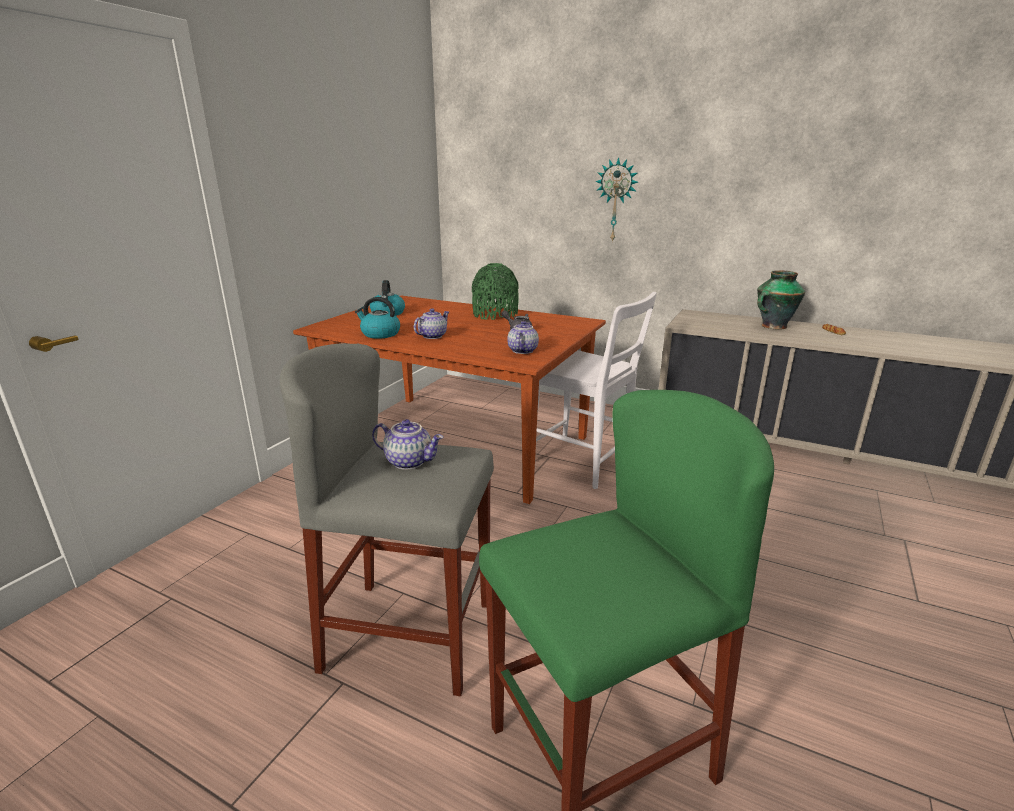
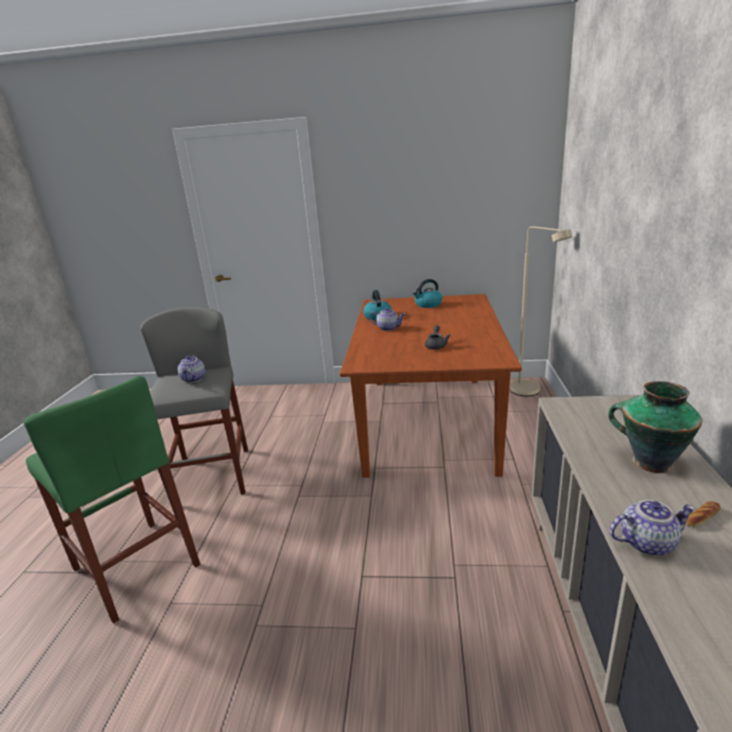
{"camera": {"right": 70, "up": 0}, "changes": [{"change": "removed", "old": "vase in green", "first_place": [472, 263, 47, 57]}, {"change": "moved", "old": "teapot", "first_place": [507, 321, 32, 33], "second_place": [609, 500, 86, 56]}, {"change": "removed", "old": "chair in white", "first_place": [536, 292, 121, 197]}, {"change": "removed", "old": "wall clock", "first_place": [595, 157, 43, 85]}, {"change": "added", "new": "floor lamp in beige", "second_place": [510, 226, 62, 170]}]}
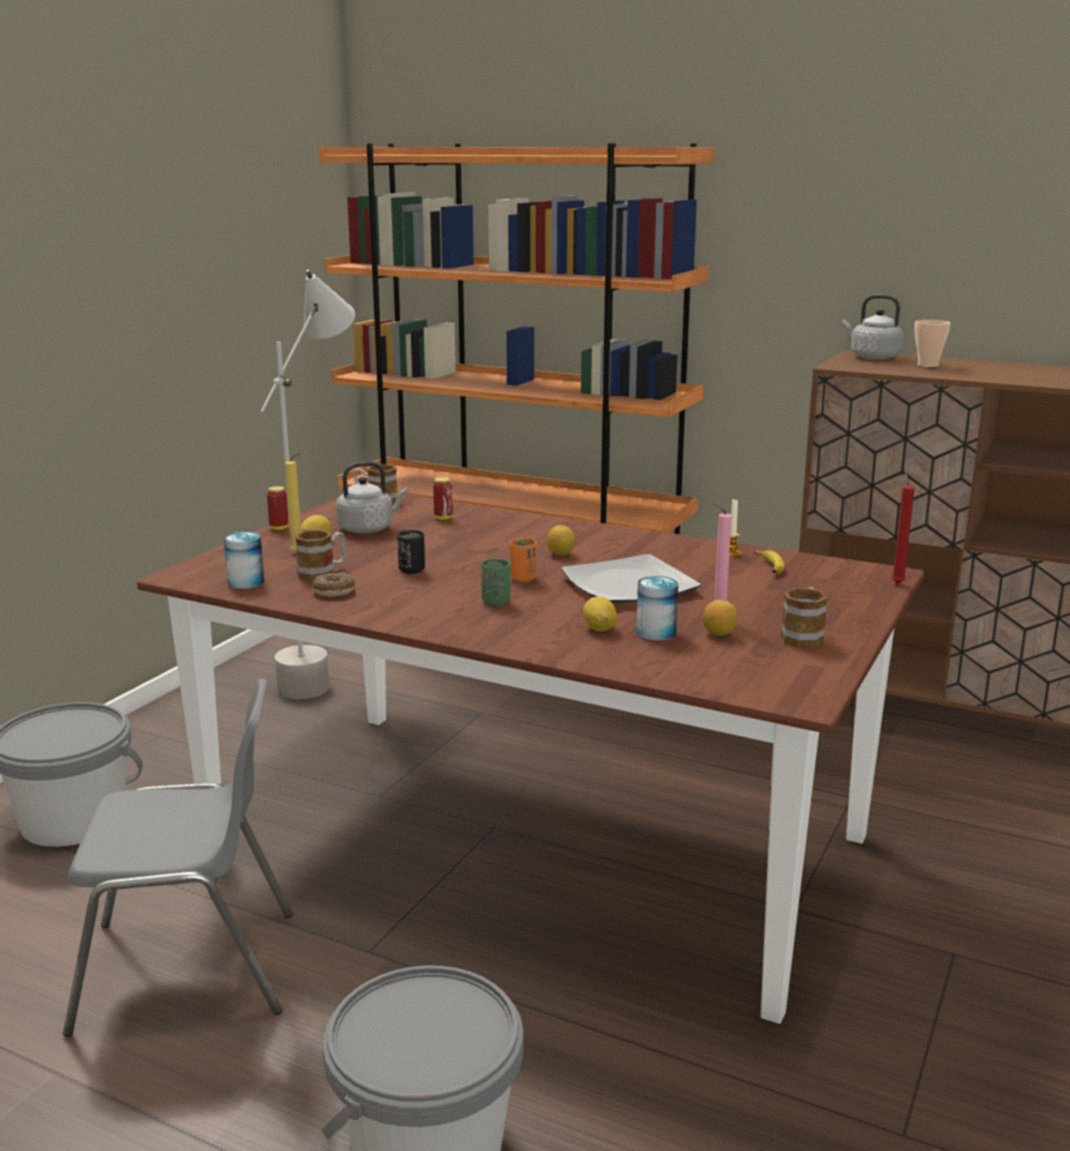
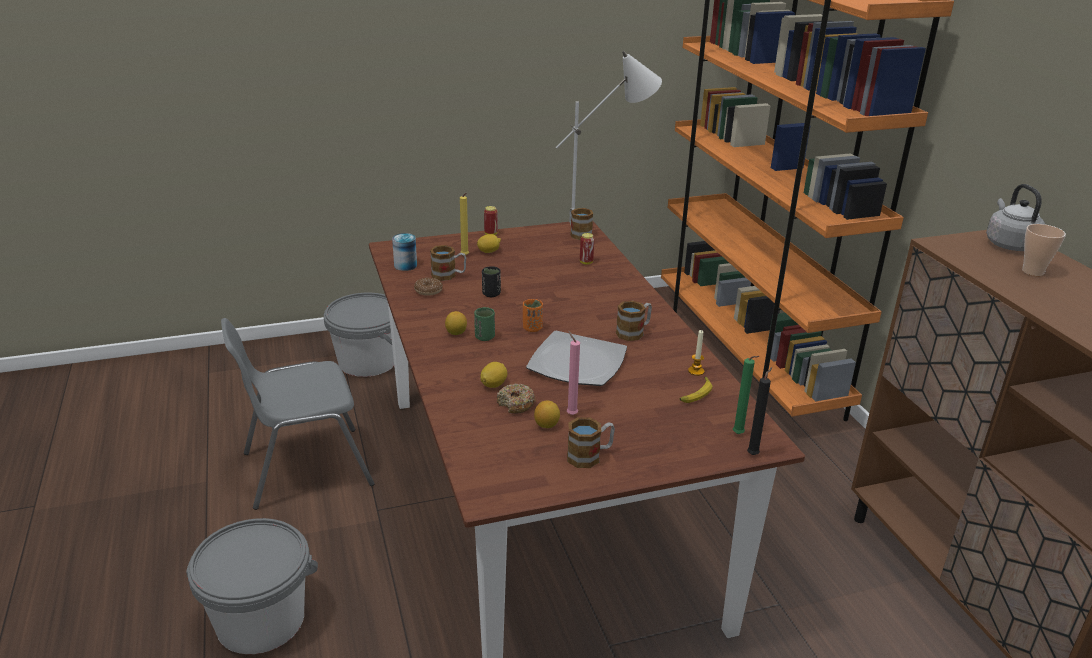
{"camera": {"right": 45, "up": 10}, "changes": [{"change": "turned", "old": "chair in grey", "first_place": [63, 679, 230, 358], "second_place": [221, 318, 154, 192], "degrees": 120}, {"change": "removed", "old": "kettle in grey", "first_place": [336, 462, 72, 71]}, {"change": "moved", "old": "lemon", "first_place": [547, 525, 28, 31], "second_place": [445, 311, 22, 24]}, {"change": "replaced", "old": "can", "new": "donut", "first_place": [636, 576, 42, 65], "second_place": [497, 383, 39, 31]}, {"change": "recoloured", "old": "candle in red", "new": "candle in black", "first_place": [892, 473, 22, 111], "second_place": [747, 367, 25, 88]}, {"change": "added", "new": "mug", "second_place": [616, 301, 36, 40]}, {"change": "added", "new": "candle in green", "second_place": [733, 356, 27, 78]}]}
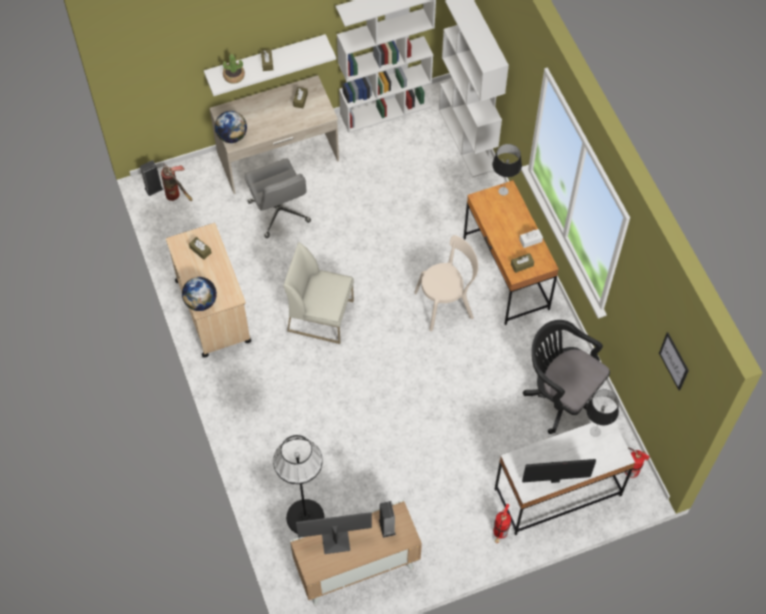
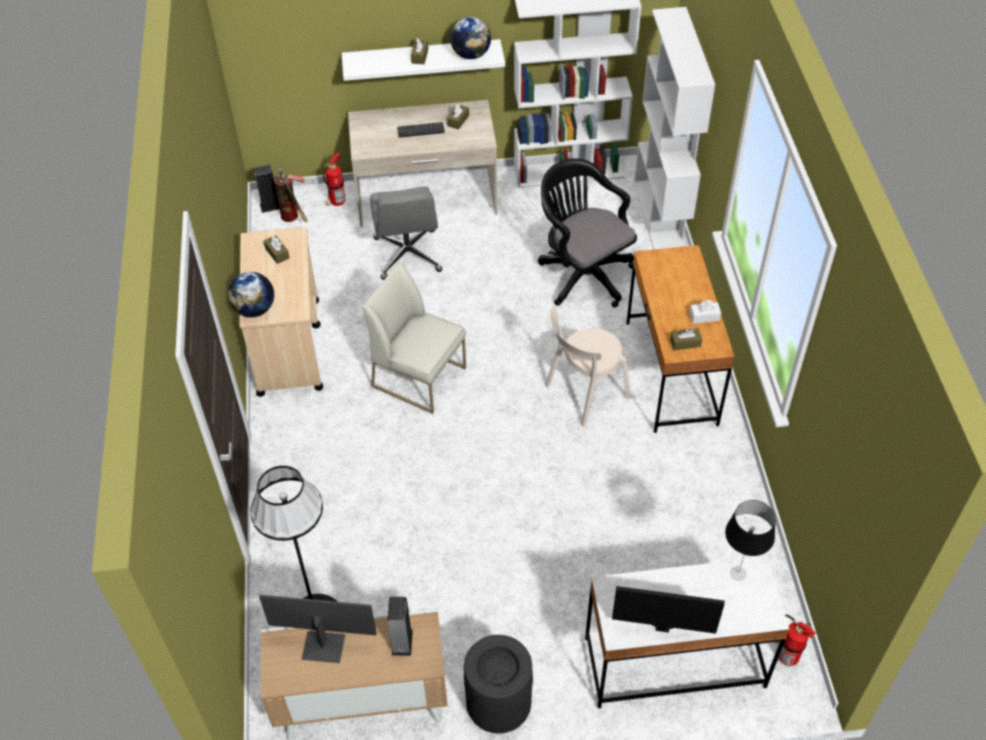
{"camera": {"right": 15, "up": -10}, "changes": [{"change": "moved", "old": "globe", "first_place": [215, 111, 32, 32], "second_place": [450, 17, 41, 42]}, {"change": "removed", "old": "potted plant", "first_place": [223, 54, 22, 30]}, {"change": "turned", "old": "chair in beige", "first_place": [414, 235, 64, 96], "second_place": [545, 306, 86, 121], "degrees": 150}, {"change": "removed", "old": "table lamp", "first_place": [492, 144, 30, 52]}, {"change": "moved", "old": "fire extinguisher", "first_place": [493, 504, 18, 39], "second_place": [323, 153, 23, 53]}, {"change": "moved", "old": "office chair in black", "first_place": [523, 320, 87, 114], "second_place": [538, 158, 99, 150]}, {"change": "removed", "old": "picture", "first_place": [659, 332, 30, 59]}, {"change": "added", "new": "keyboard", "second_place": [397, 122, 48, 16]}, {"change": "added", "new": "trash can in black", "second_place": [464, 635, 69, 99]}]}
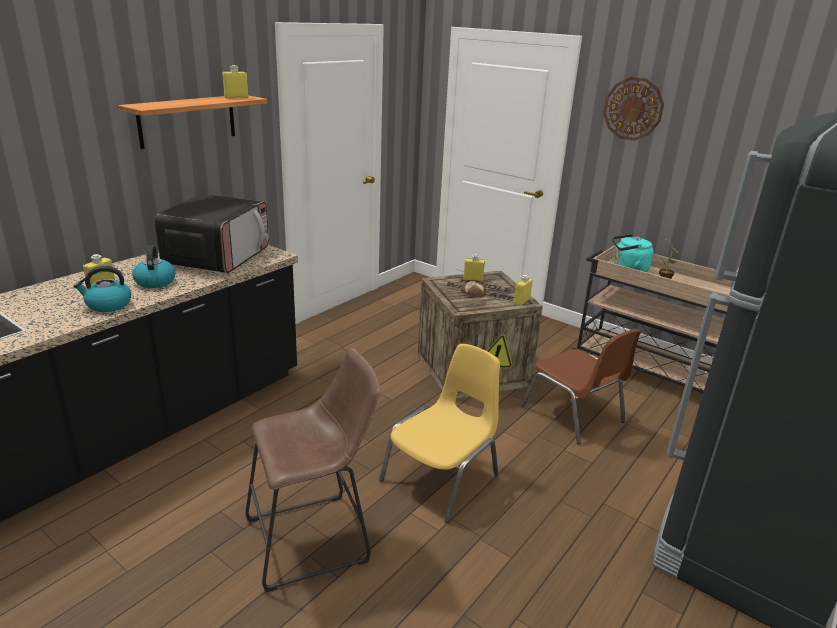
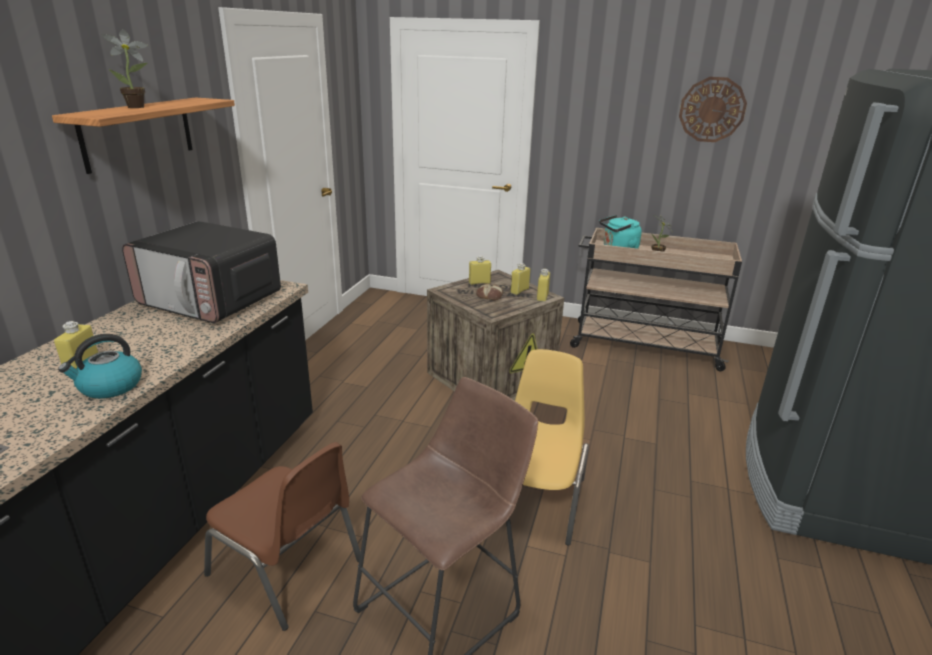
{"camera": {"right": -20, "up": 0}, "changes": [{"change": "removed", "old": "kettle", "first_place": [132, 245, 44, 43]}, {"change": "turned", "old": "microwave", "first_place": [155, 194, 114, 79], "second_place": [122, 221, 159, 102], "degrees": 120}, {"change": "moved", "old": "bottle in yellow", "first_place": [222, 65, 27, 33], "second_place": [511, 263, 19, 32]}, {"change": "moved", "old": "chair in brown", "first_place": [521, 329, 120, 115], "second_place": [204, 442, 157, 189]}, {"change": "moved", "old": "wall clock", "first_place": [603, 77, 61, 64], "second_place": [679, 77, 68, 65]}, {"change": "added", "new": "potted plant", "second_place": [101, 29, 47, 79]}]}
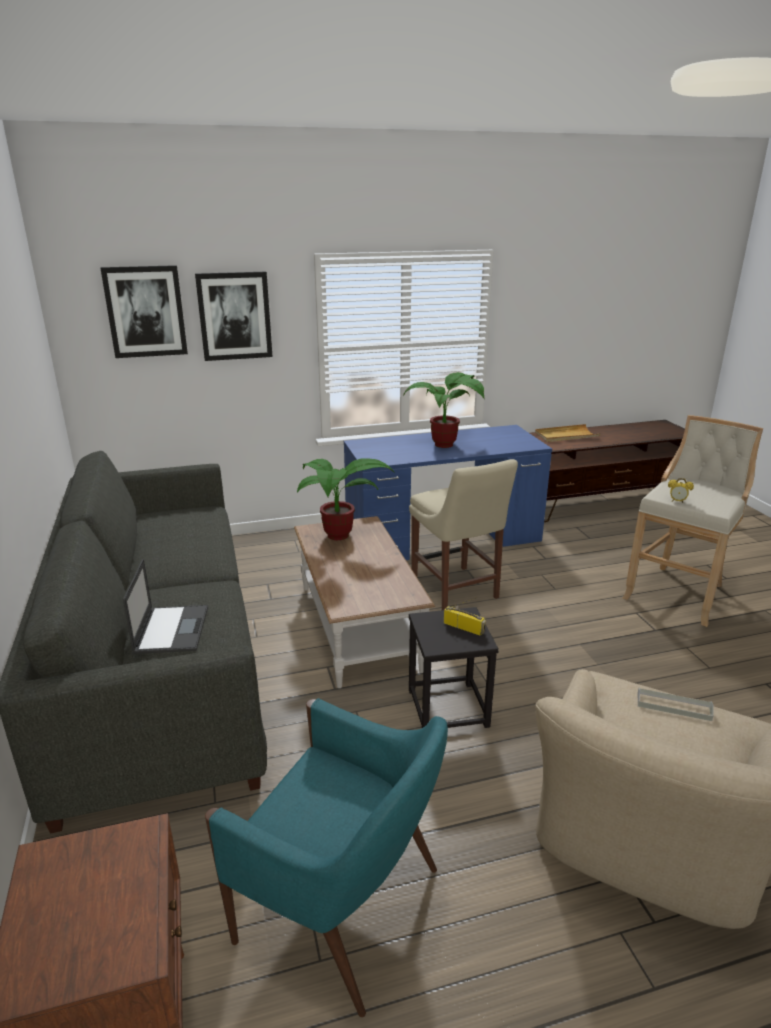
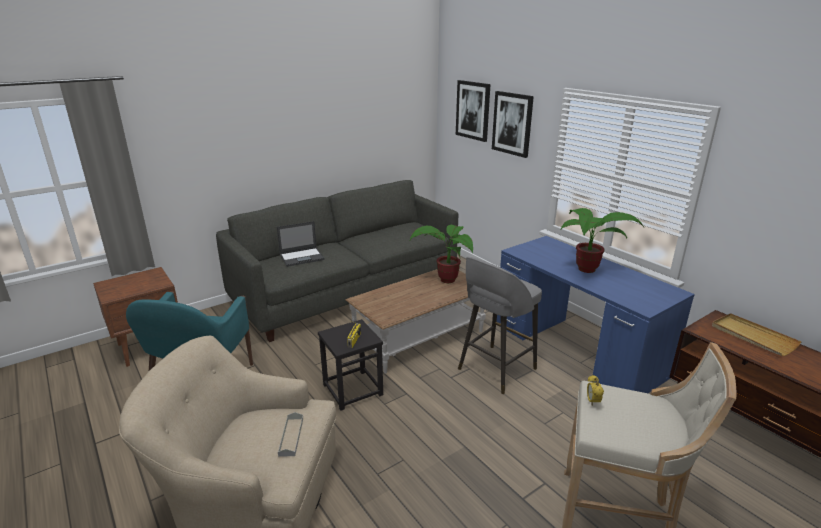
{"camera": {"right": 70, "up": 0}, "changes": [{"change": "replaced", "old": "chair in beige", "new": "stool in grey", "first_place": [409, 459, 109, 151], "second_place": [458, 257, 84, 137]}]}
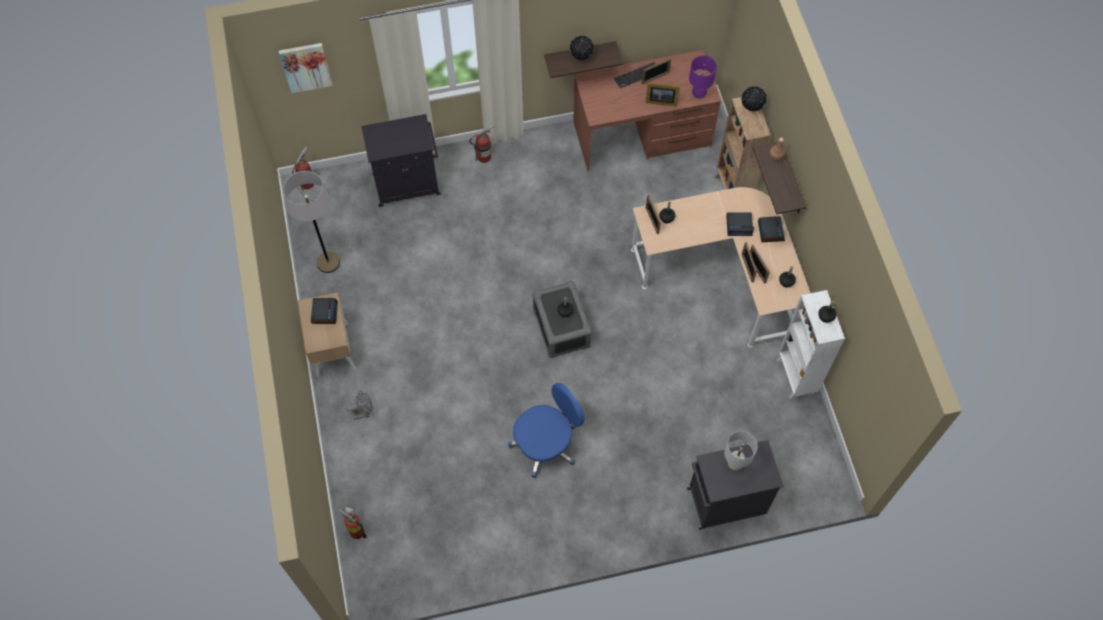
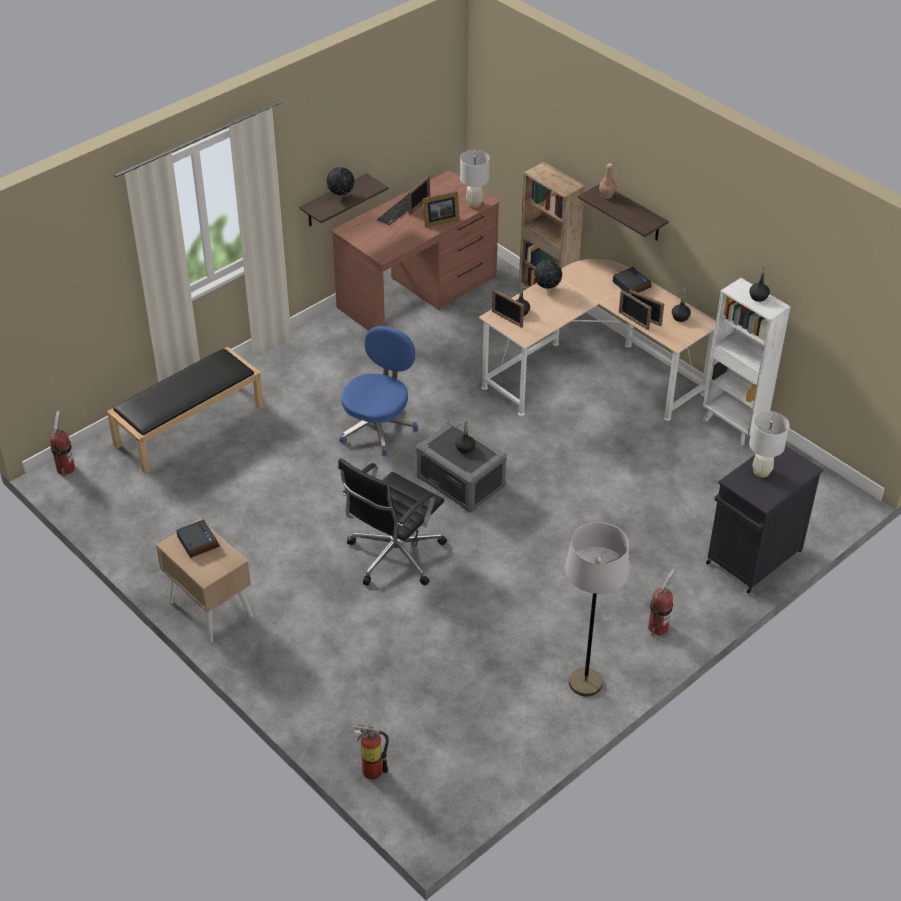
{"camera": {"right": -30, "up": -20}, "changes": [{"change": "removed", "old": "picture", "first_place": [279, 43, 54, 50]}, {"change": "moved", "old": "floor lamp in grey", "first_place": [283, 171, 57, 102], "second_place": [565, 522, 65, 174]}, {"change": "removed", "old": "fan in grey", "first_place": [346, 390, 26, 30]}, {"change": "replaced", "old": "cabinet in black", "new": "bench in black", "first_place": [362, 114, 79, 93], "second_place": [107, 347, 157, 127]}, {"change": "moved", "old": "fire extinguisher", "first_place": [470, 124, 25, 39], "second_place": [648, 568, 28, 68]}, {"change": "moved", "old": "office chair in blue", "first_place": [508, 383, 77, 95], "second_place": [340, 326, 78, 130]}, {"change": "recoloured", "old": "table lamp in purple", "new": "table lamp in white", "first_place": [689, 56, 28, 44], "second_place": [460, 150, 30, 58]}, {"change": "removed", "old": "alarm clock", "first_place": [726, 212, 28, 24]}, {"change": "moved", "old": "globe", "first_place": [742, 86, 25, 25], "second_place": [534, 260, 28, 30]}, {"change": "added", "new": "office chair in black", "second_place": [338, 458, 109, 127]}]}
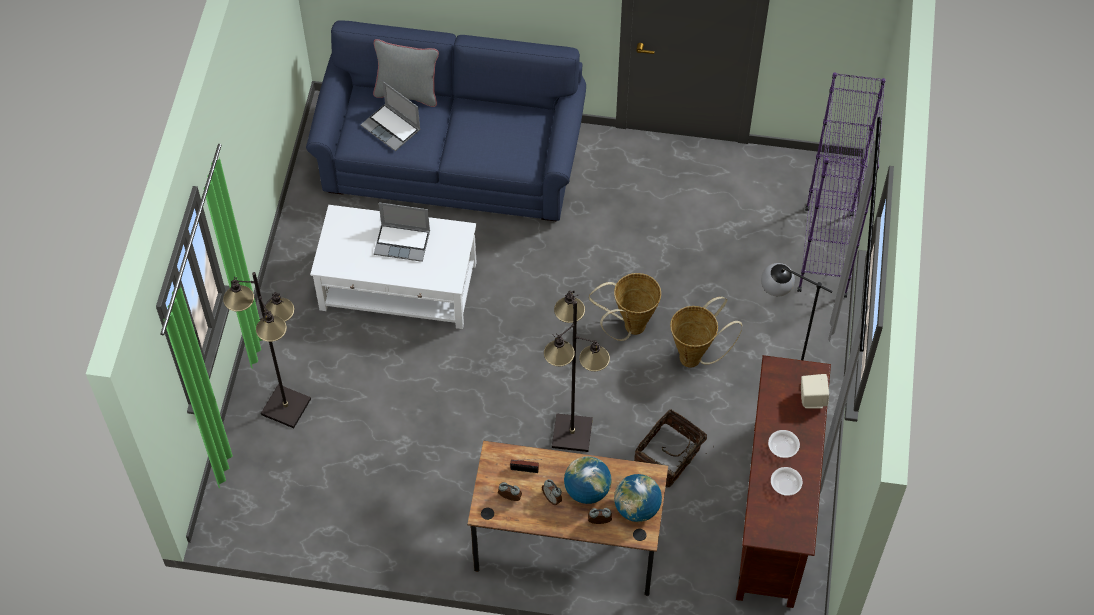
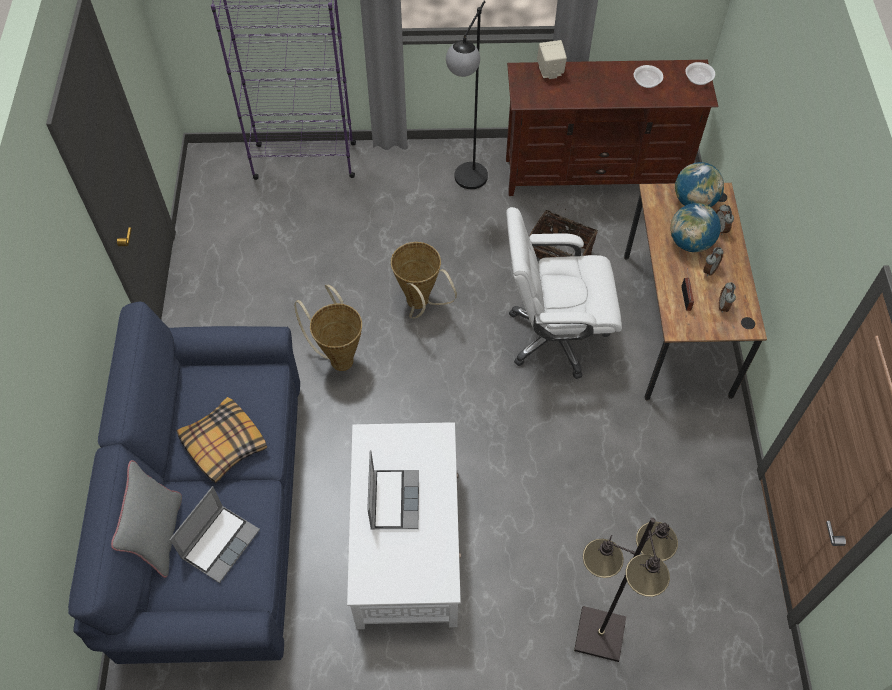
{"camera": {"right": -100, "up": 0}, "changes": [{"change": "replaced", "old": "floor lamp in black", "new": "office chair in white", "first_place": [544, 291, 66, 161], "second_place": [506, 207, 116, 172]}, {"change": "moved", "old": "basket", "first_place": [670, 297, 72, 71], "second_place": [294, 285, 68, 86]}, {"change": "moved", "old": "bowl", "first_place": [768, 430, 32, 28], "second_place": [686, 62, 29, 23]}, {"change": "added", "new": "pillow", "second_place": [176, 397, 91, 86]}]}
